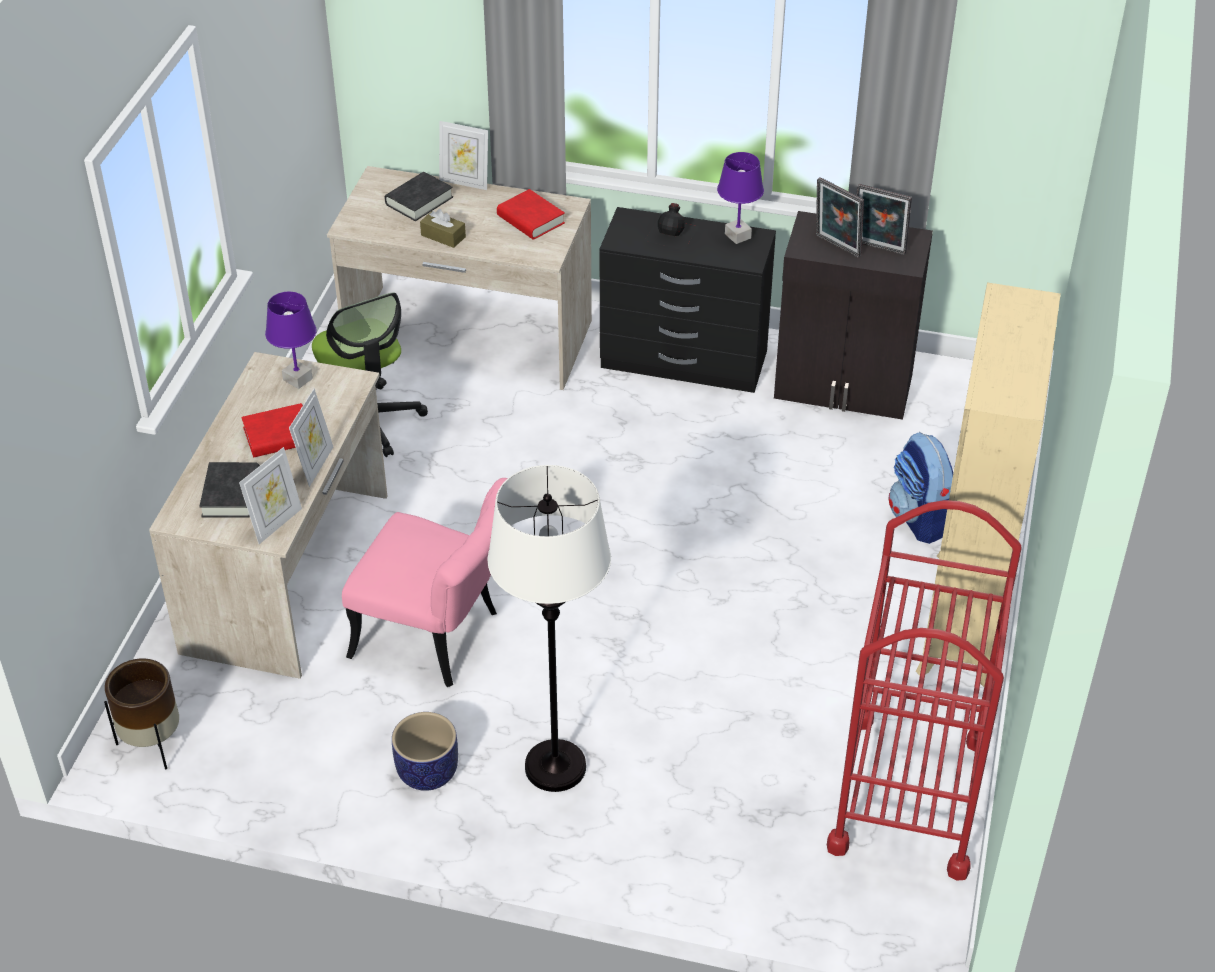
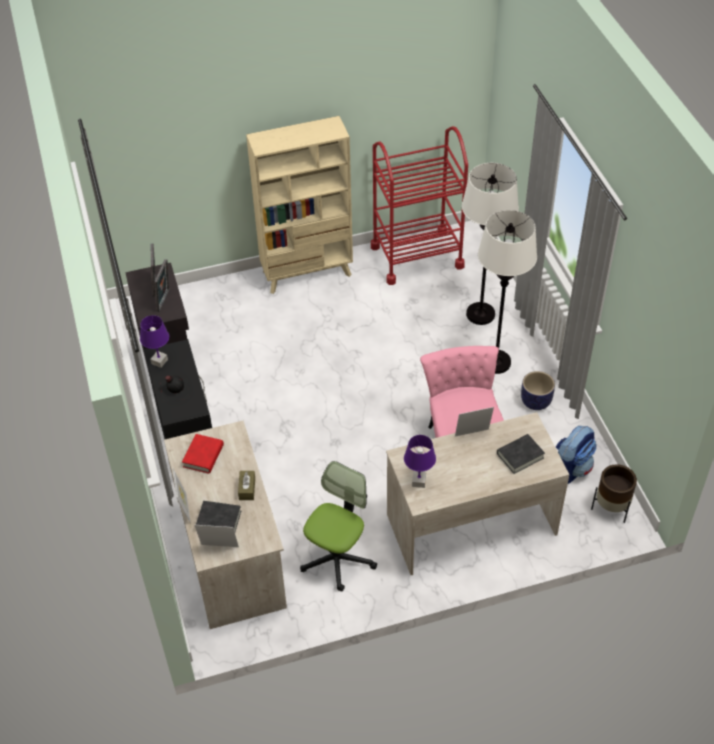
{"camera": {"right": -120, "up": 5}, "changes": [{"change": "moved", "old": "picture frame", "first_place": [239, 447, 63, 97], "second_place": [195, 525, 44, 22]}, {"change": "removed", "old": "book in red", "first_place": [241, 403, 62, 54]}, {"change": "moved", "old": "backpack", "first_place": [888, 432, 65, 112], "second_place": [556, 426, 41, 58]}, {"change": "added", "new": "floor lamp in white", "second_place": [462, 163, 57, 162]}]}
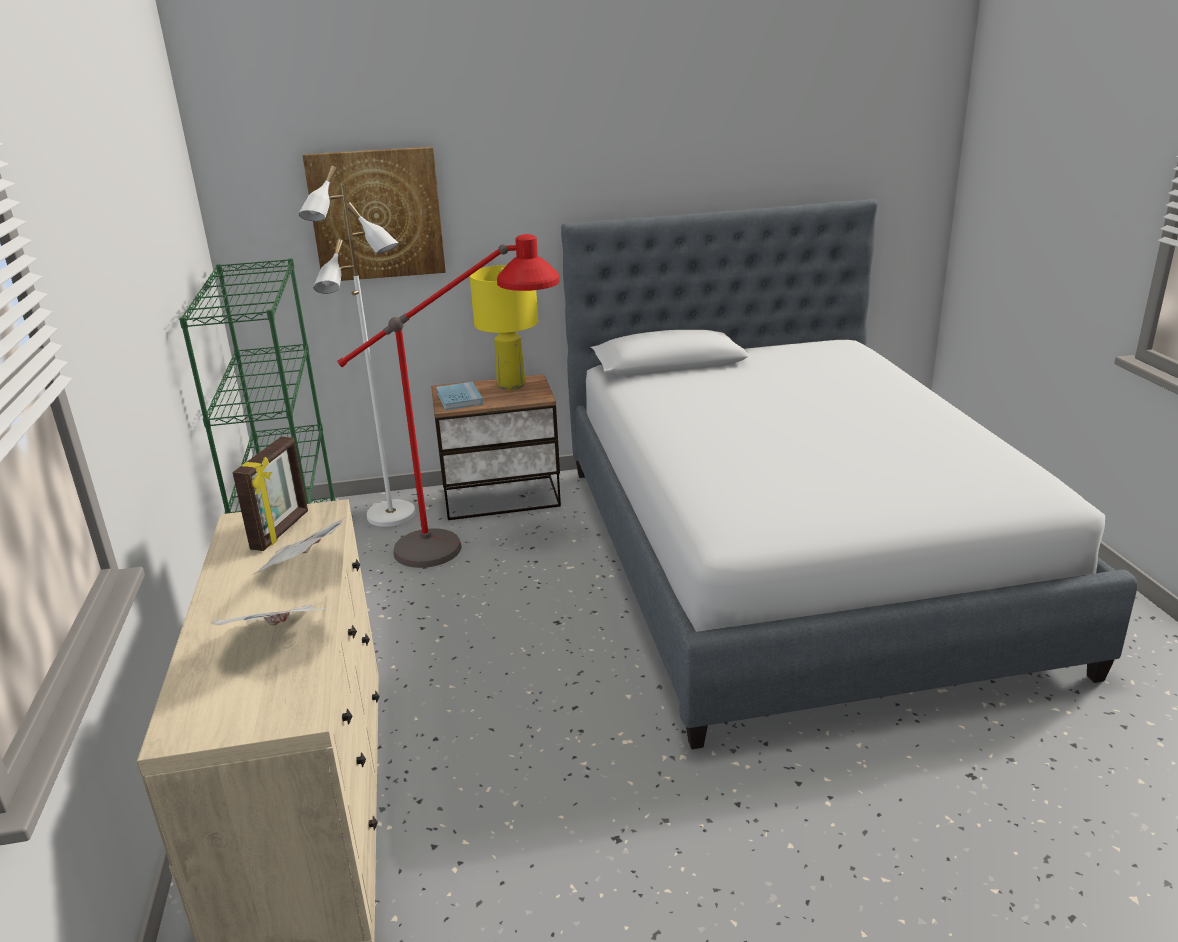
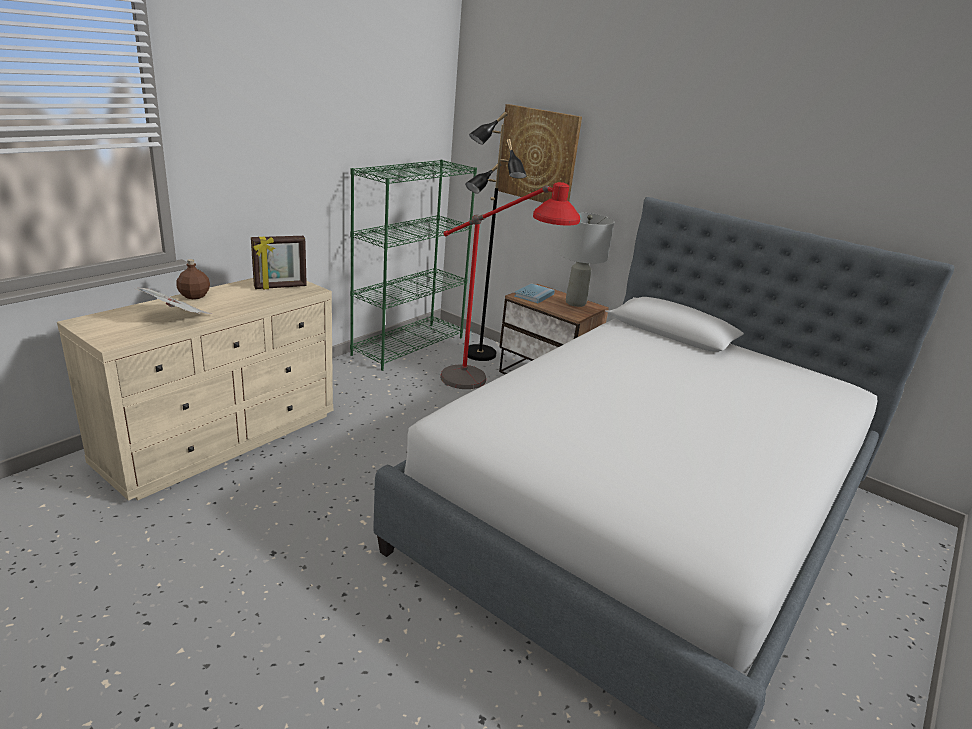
{"camera": {"right": 45, "up": 0}, "changes": [{"change": "removed", "old": "newspaper", "first_place": [252, 517, 94, 58]}, {"change": "recoloured", "old": "floor lamp in white", "new": "floor lamp in black", "first_place": [298, 166, 117, 361], "second_place": [465, 112, 62, 249]}, {"change": "recoloured", "old": "table lamp in yellow", "new": "table lamp in grey", "first_place": [470, 265, 68, 125], "second_place": [560, 212, 54, 95]}, {"change": "added", "new": "bottle in brown", "second_place": [176, 259, 34, 40]}]}
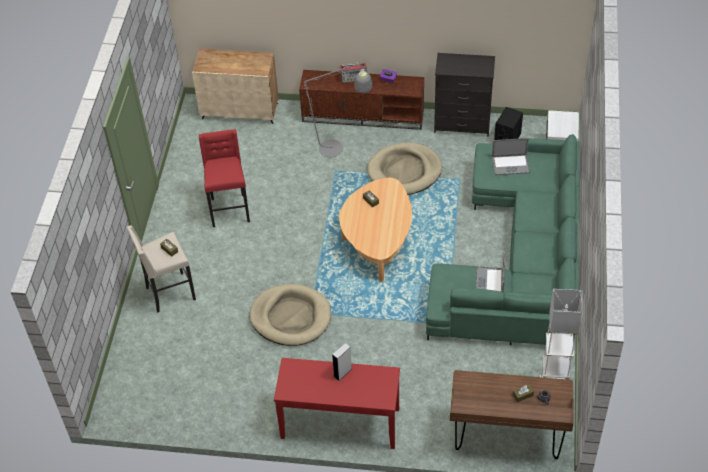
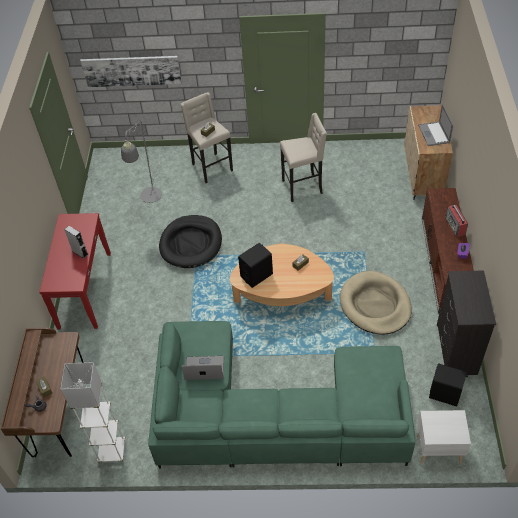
{"camera": {"right": 85, "up": 0}, "changes": [{"change": "recoloured", "old": "stool in red", "new": "stool in beige", "first_place": [199, 129, 51, 98], "second_place": [280, 113, 47, 89]}, {"change": "recoloured", "old": "dog bed in beige", "new": "dog bed in black", "first_place": [250, 284, 81, 62], "second_place": [159, 215, 63, 53]}, {"change": "moved", "old": "floor lamp in grey", "first_place": [269, 63, 103, 94], "second_place": [121, 121, 41, 82]}, {"change": "moved", "old": "laptop", "first_place": [492, 138, 38, 37], "second_place": [418, 104, 35, 42]}, {"change": "added", "new": "picture", "second_place": [80, 56, 102, 31]}, {"change": "added", "new": "speaker in black", "second_place": [238, 243, 35, 45]}]}
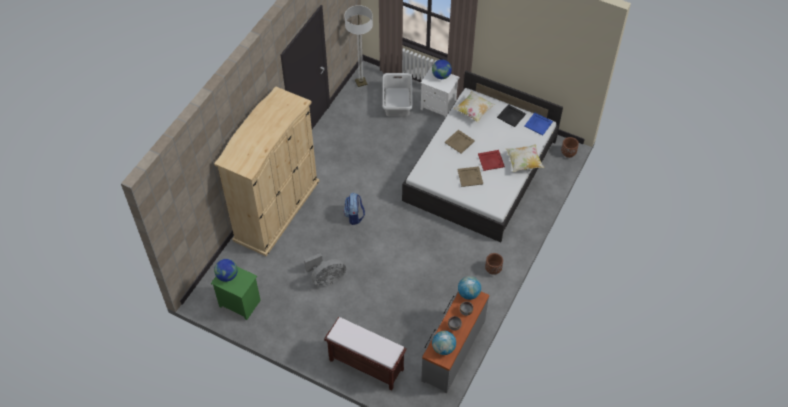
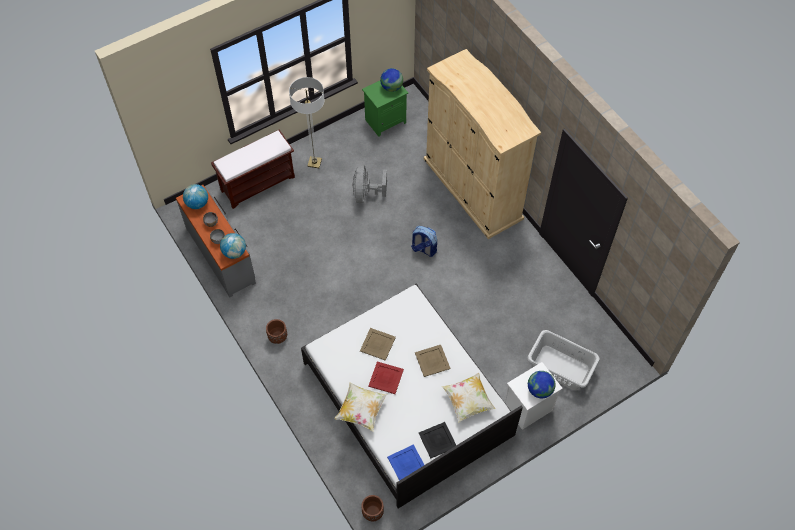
{"camera": {"right": 120, "up": 5}, "changes": [{"change": "moved", "old": "floor lamp", "first_place": [344, 5, 29, 82], "second_place": [289, 77, 36, 91]}]}
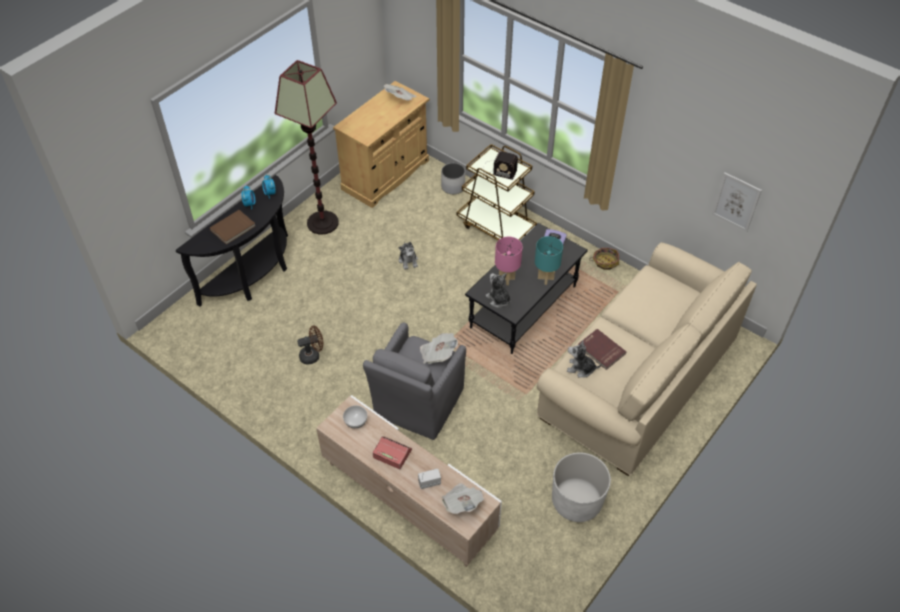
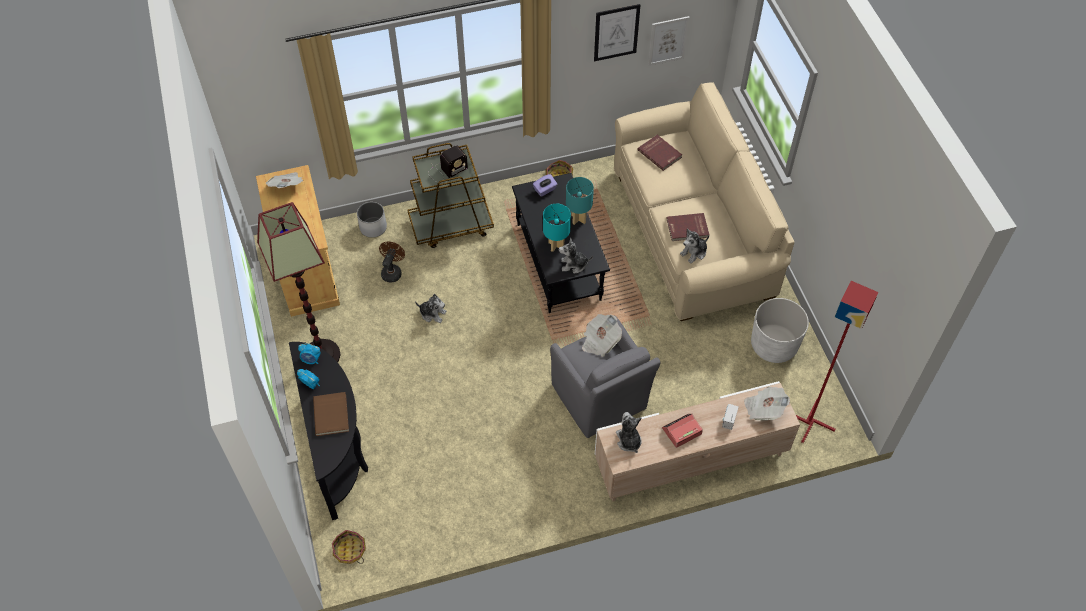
{"camera": {"right": -55, "up": 5}, "changes": [{"change": "moved", "old": "fan in brown", "first_place": [297, 326, 26, 39], "second_place": [379, 242, 26, 41]}, {"change": "replaced", "old": "bowl", "new": "plush toy", "first_place": [343, 405, 24, 23], "second_place": [616, 412, 26, 41]}, {"change": "recoloured", "old": "table lamp in pink", "new": "table lamp in turquoise", "first_place": [495, 237, 28, 48], "second_place": [543, 204, 28, 48]}, {"change": "added", "new": "basket", "second_place": [332, 530, 34, 34]}, {"change": "added", "new": "picture", "second_place": [594, 4, 46, 57]}, {"change": "added", "new": "book in red", "second_place": [638, 135, 44, 36]}, {"change": "added", "new": "floor lamp in red", "second_place": [796, 281, 82, 162]}]}
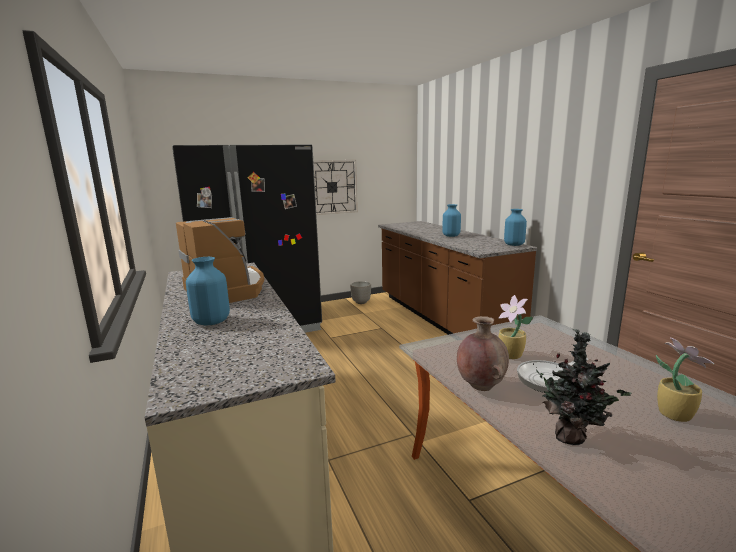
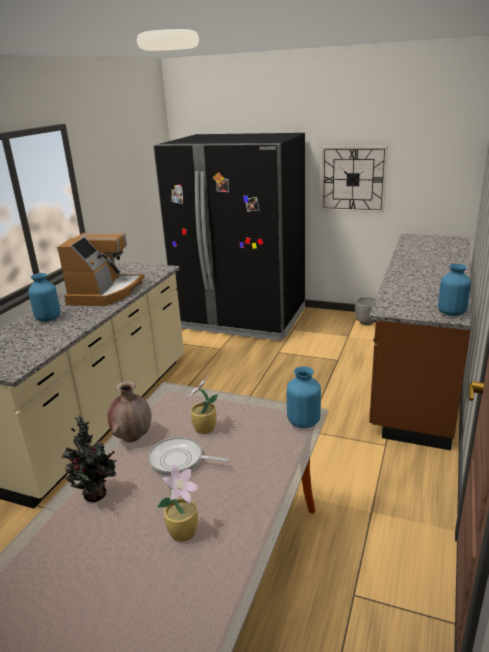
{"camera": {"right": 45, "up": 10}, "changes": [{"change": "moved", "old": "vase in blue", "first_place": [442, 204, 19, 33], "second_place": [287, 366, 34, 62]}]}
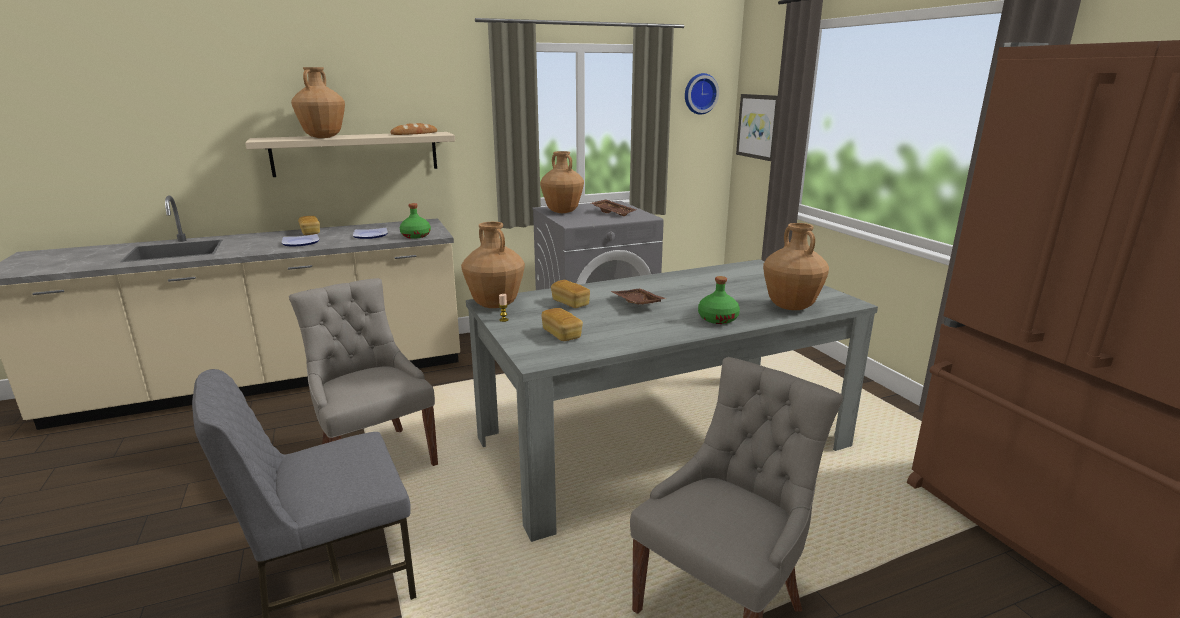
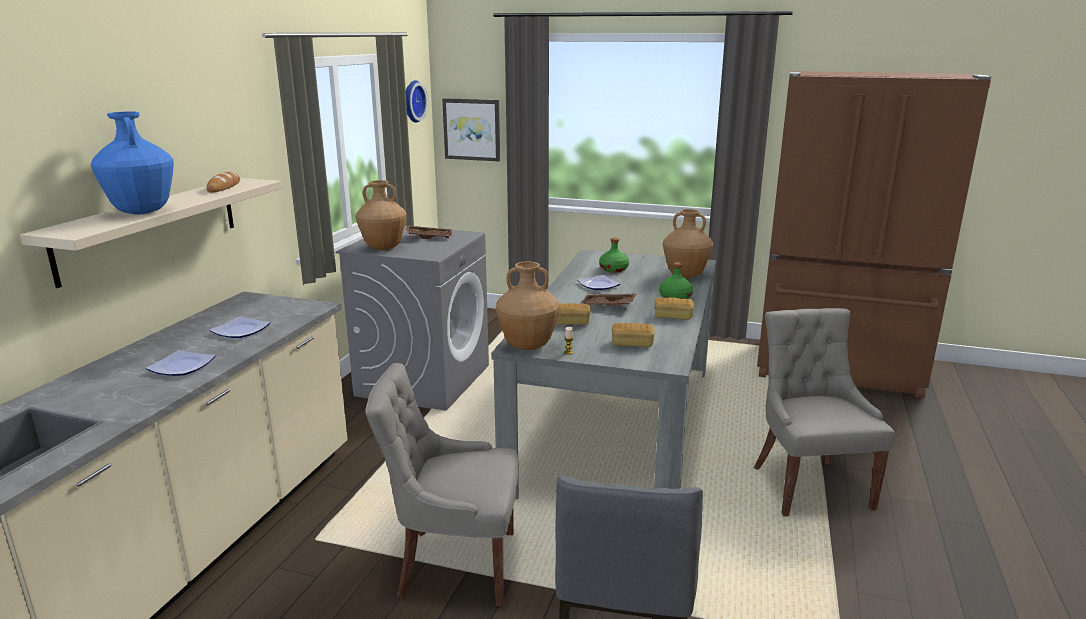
{"camera": {"right": -50, "up": 0}, "changes": [{"change": "recoloured", "old": "vase in brown", "new": "vase in blue", "first_place": [291, 67, 54, 71], "second_place": [91, 111, 83, 103]}, {"change": "moved", "old": "bread", "first_place": [298, 216, 22, 19], "second_place": [655, 297, 39, 23]}, {"change": "moved", "old": "bottle in green", "first_place": [400, 203, 31, 36], "second_place": [599, 238, 30, 35]}, {"change": "added", "new": "plate", "second_place": [577, 275, 44, 15]}]}
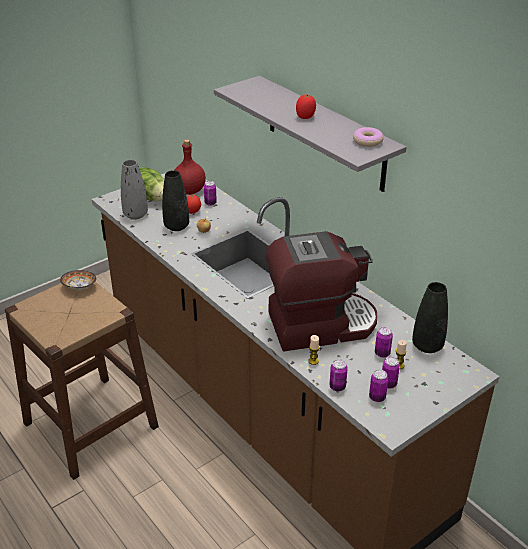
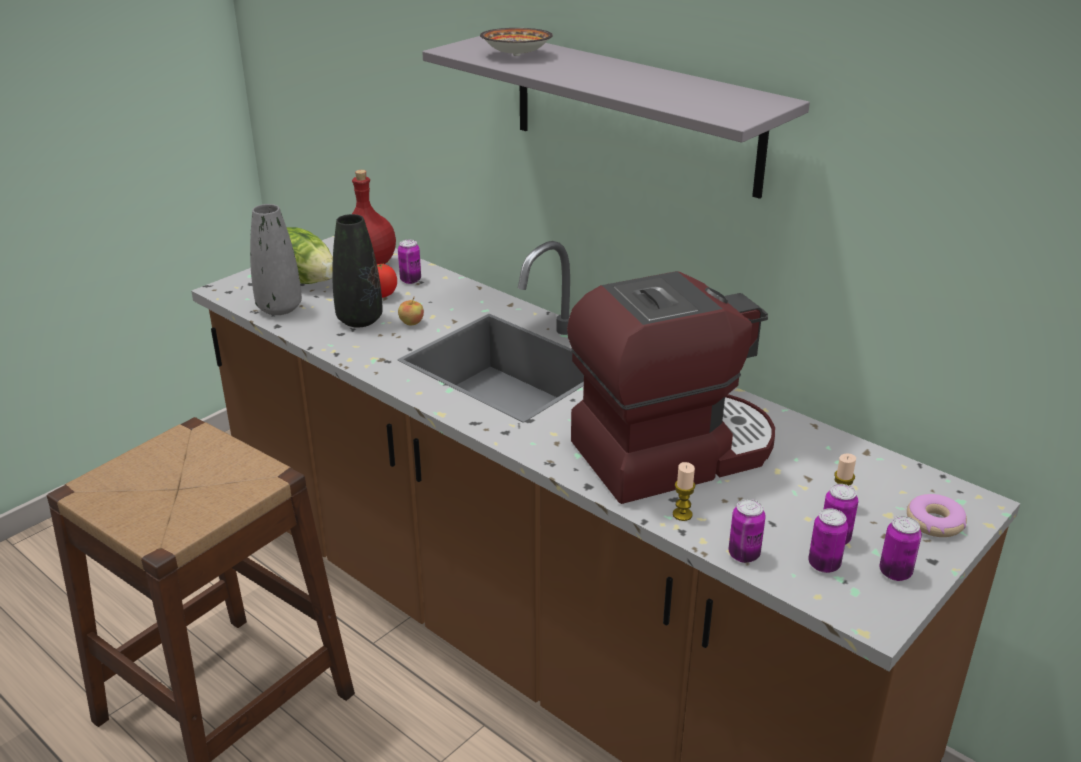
{"camera": {"right": -10, "up": -5}, "changes": [{"change": "moved", "old": "bowl", "first_place": [60, 270, 36, 20], "second_place": [480, 28, 73, 28]}, {"change": "removed", "old": "tomato", "first_place": [296, 94, 20, 25]}, {"change": "moved", "old": "donut", "first_place": [353, 127, 31, 20], "second_place": [907, 494, 60, 43]}, {"change": "moved", "old": "can", "first_place": [375, 327, 18, 31], "second_place": [879, 516, 43, 65]}, {"change": "removed", "old": "vase in black", "first_place": [412, 282, 36, 71]}]}
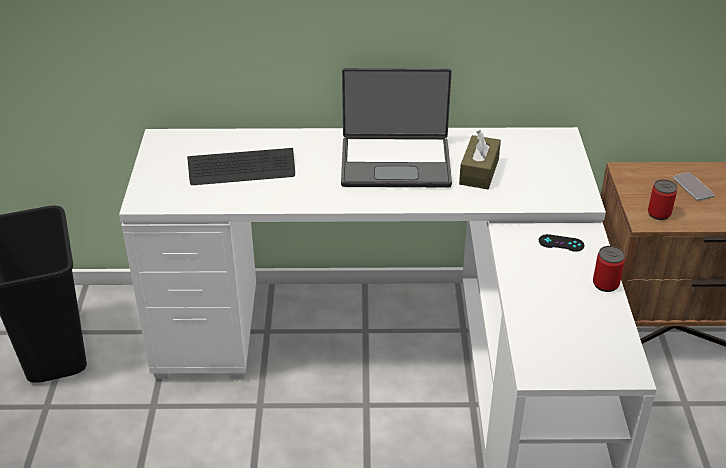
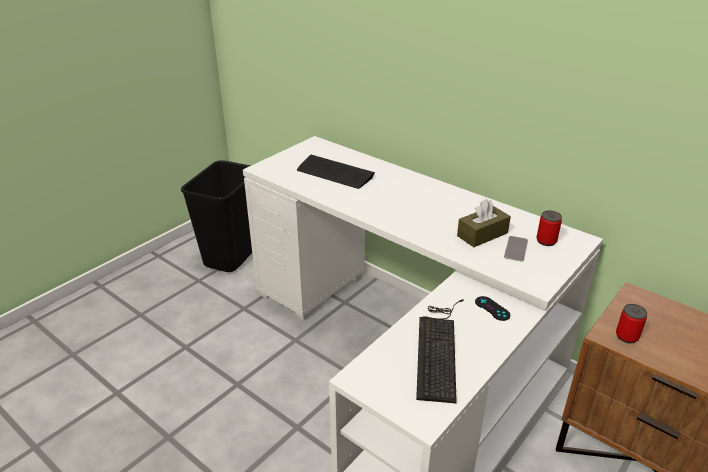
{"camera": {"right": 40, "up": -5}, "changes": [{"change": "removed", "old": "laptop", "first_place": [341, 67, 111, 121]}, {"change": "moved", "old": "can", "first_place": [593, 246, 32, 46], "second_place": [537, 210, 25, 36]}, {"change": "moved", "old": "phone", "first_place": [673, 172, 41, 29], "second_place": [504, 236, 24, 25]}, {"change": "added", "new": "keyboard", "second_place": [416, 299, 48, 104]}]}
